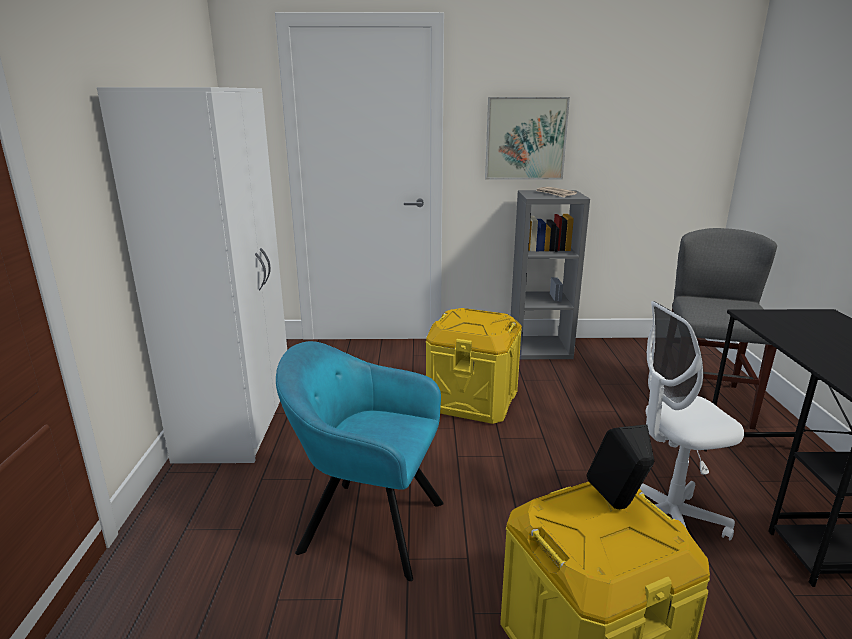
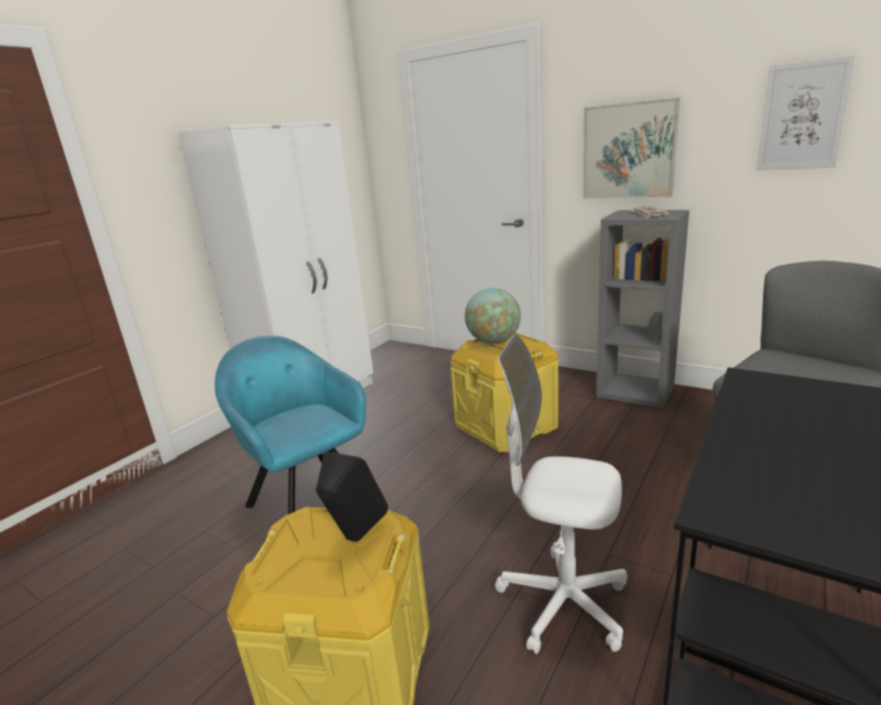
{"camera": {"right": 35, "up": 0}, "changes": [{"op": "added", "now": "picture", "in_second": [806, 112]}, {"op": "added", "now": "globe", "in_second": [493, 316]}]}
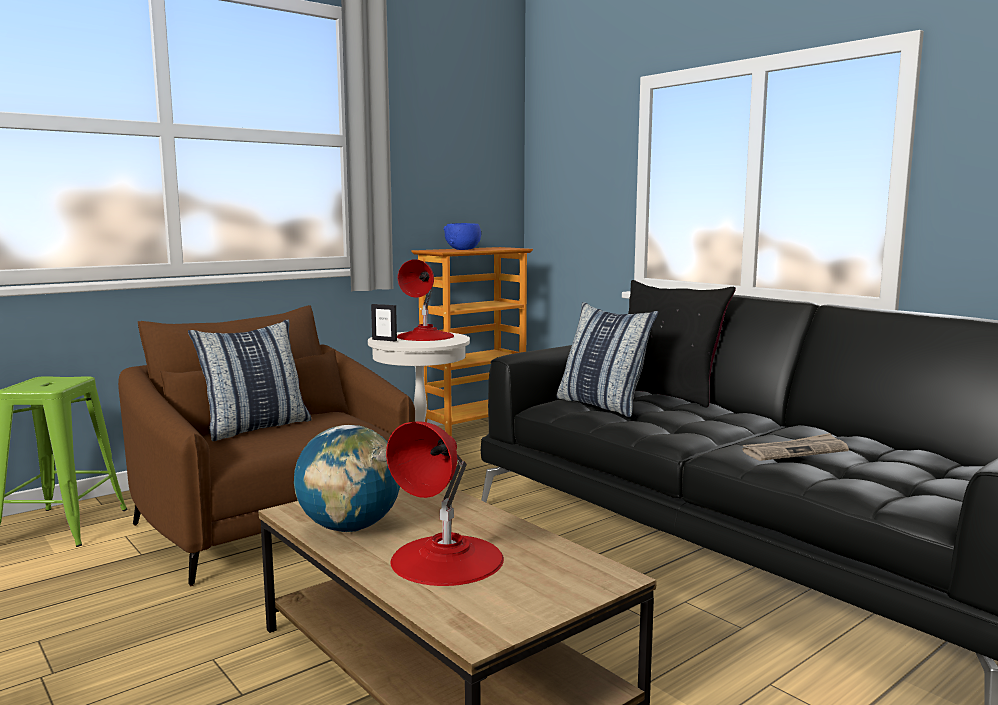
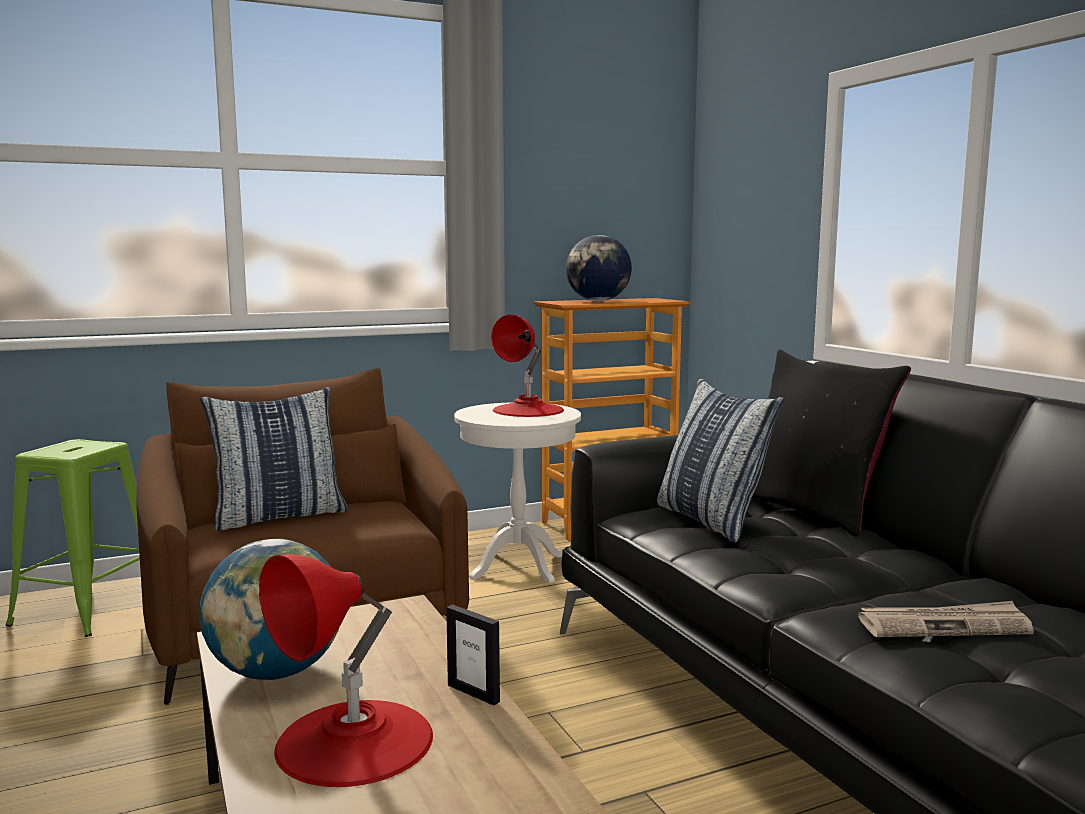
{"camera": {"right": 15, "up": 0}, "changes": [{"op": "replaced", "was": "blue bowl", "now": "globe", "in_first": [462, 236], "in_second": [599, 268]}, {"op": "moved", "was": "picture frame", "in_first": [384, 322], "in_second": [473, 655]}]}
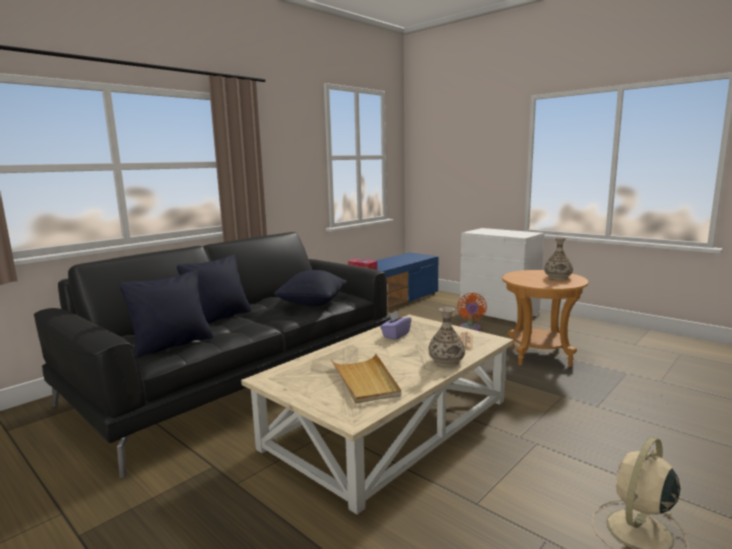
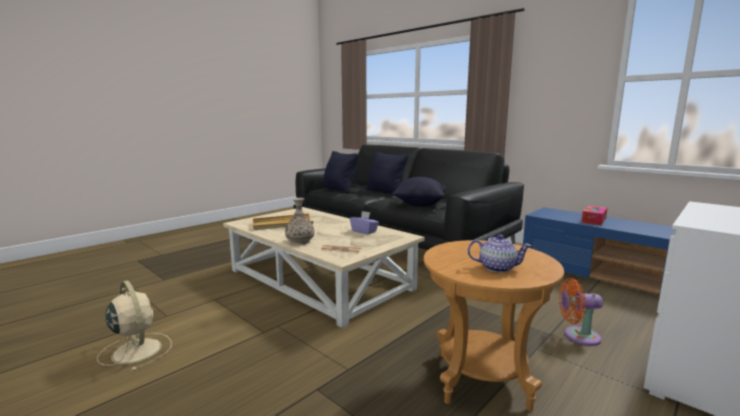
{"camera": {"right": 90, "up": 0}, "changes": [{"op": "replaced", "was": "vase", "now": "teapot", "in_first": [558, 258], "in_second": [499, 253]}]}
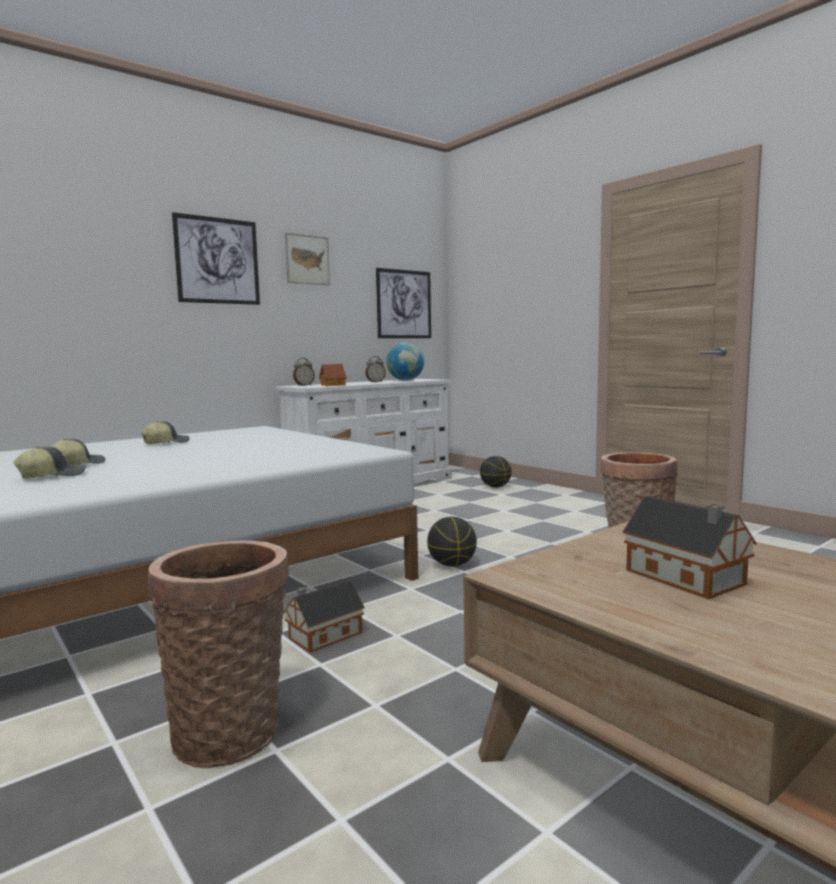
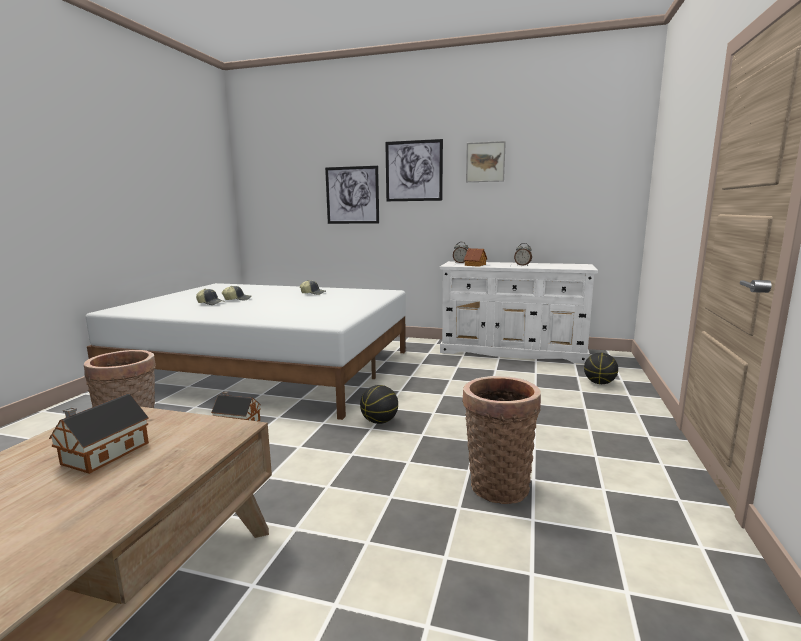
{"camera": {"right": 55, "up": 5}, "changes": [{"op": "moved", "was": "picture", "in_first": [403, 303], "in_second": [352, 195]}, {"op": "removed", "was": "globe", "in_first": [405, 362]}]}
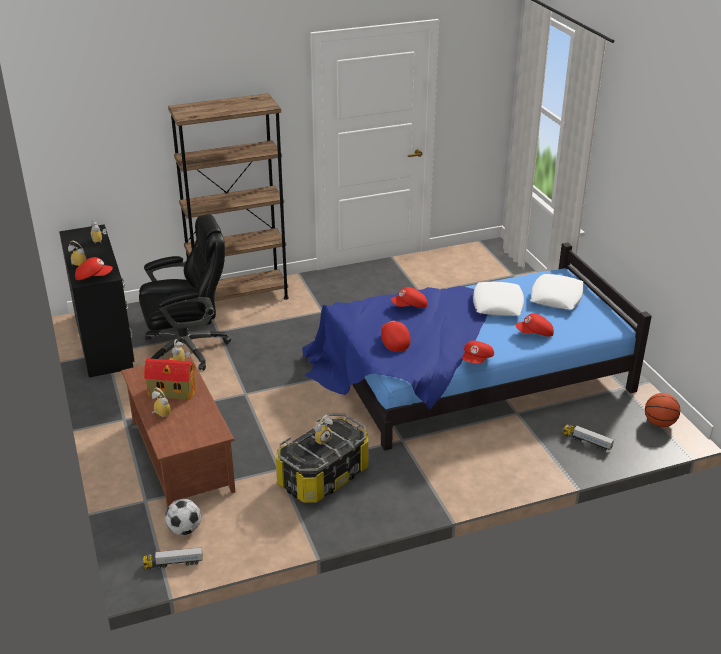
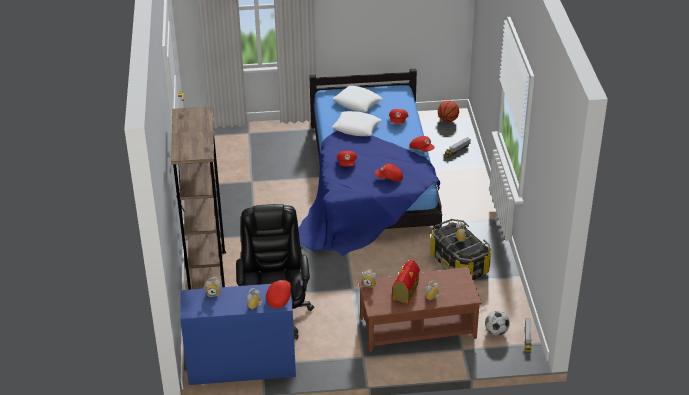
{"camera": {"right": -75, "up": 5}, "changes": [{"op": "recoloured", "was": "black desk", "now": "blue desk", "in_first": [97, 300], "in_second": [238, 333]}]}
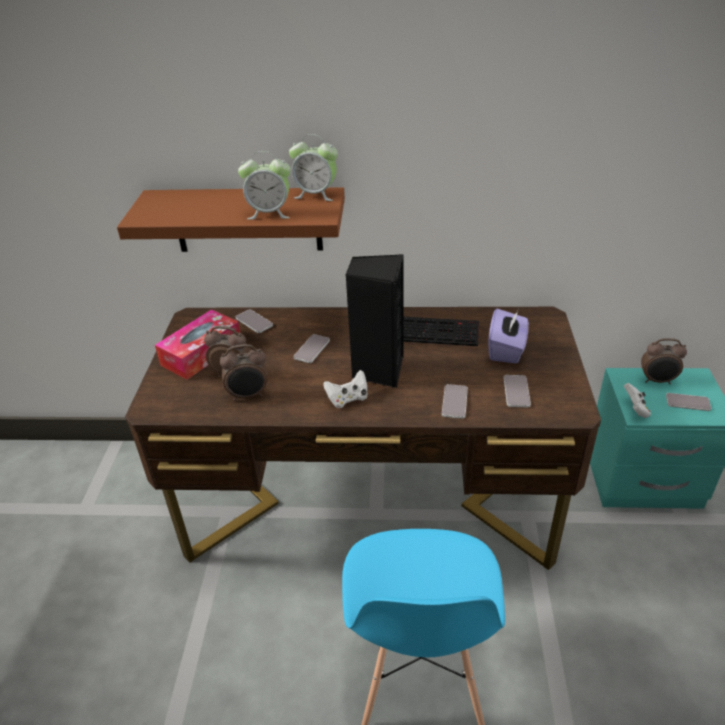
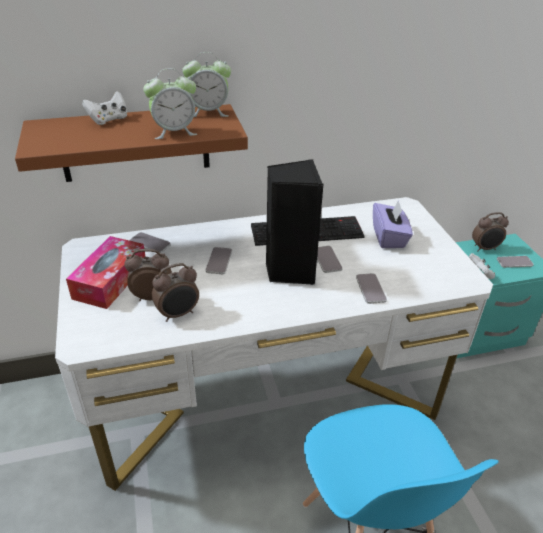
{"camera": {"right": -20, "up": 0}, "changes": [{"op": "recoloured", "was": "brown desk", "now": "white desk", "in_first": [363, 438], "in_second": [274, 344]}, {"op": "moved", "was": "white game controller", "in_first": [345, 389], "in_second": [105, 108]}, {"op": "moved", "was": "phone", "in_first": [517, 391], "in_second": [329, 259]}]}
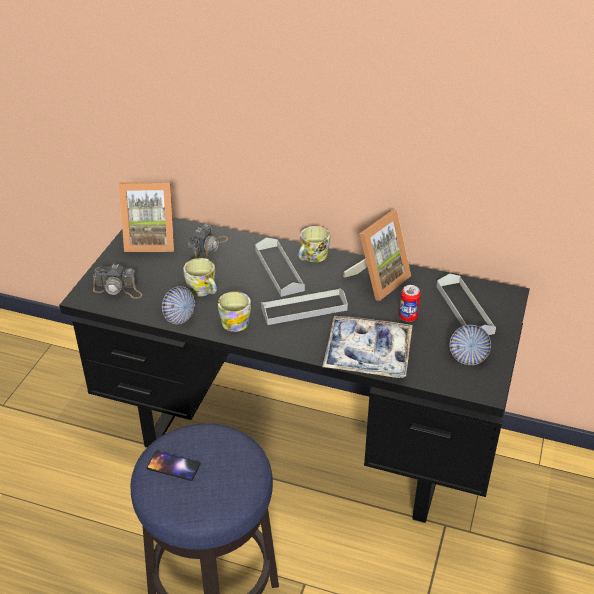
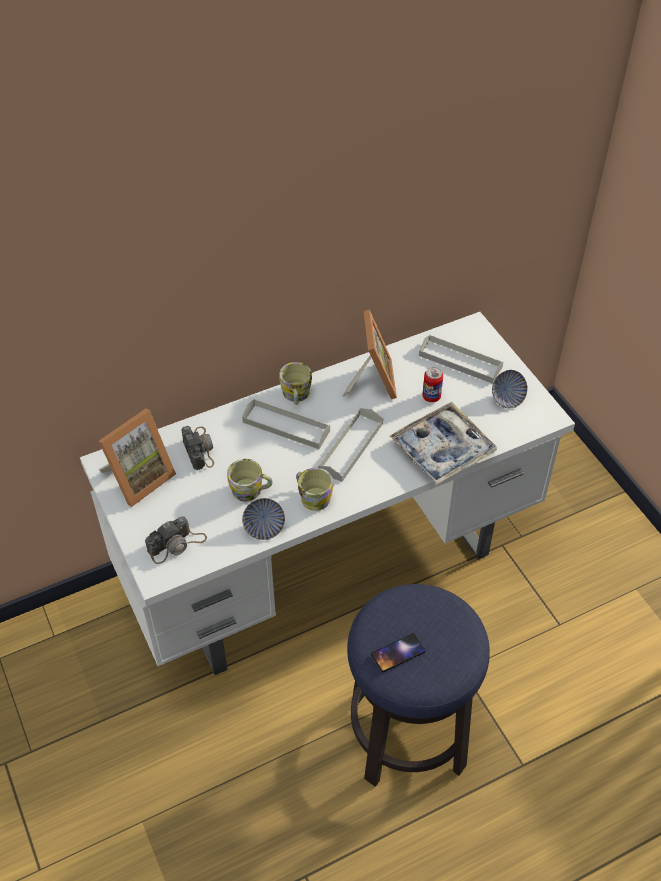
{"camera": {"right": -45, "up": 10}, "changes": [{"op": "recoloured", "was": "black desk", "now": "white desk", "in_first": [294, 370], "in_second": [327, 493]}]}
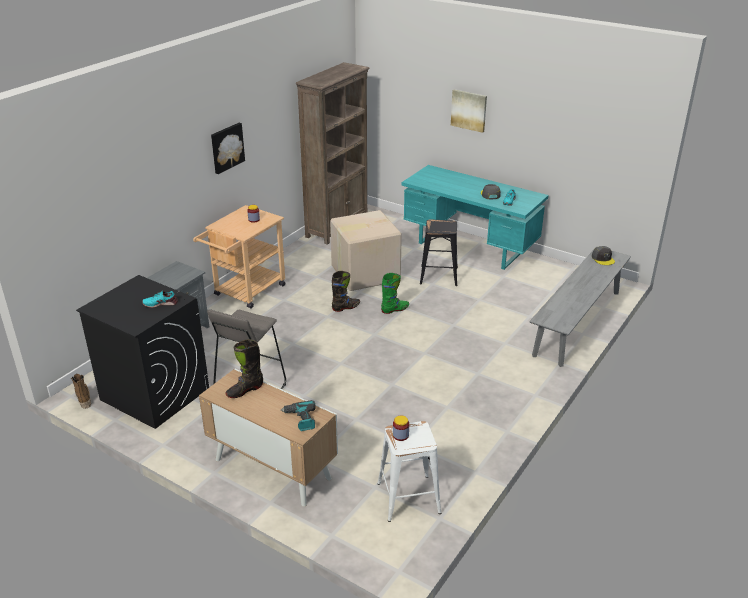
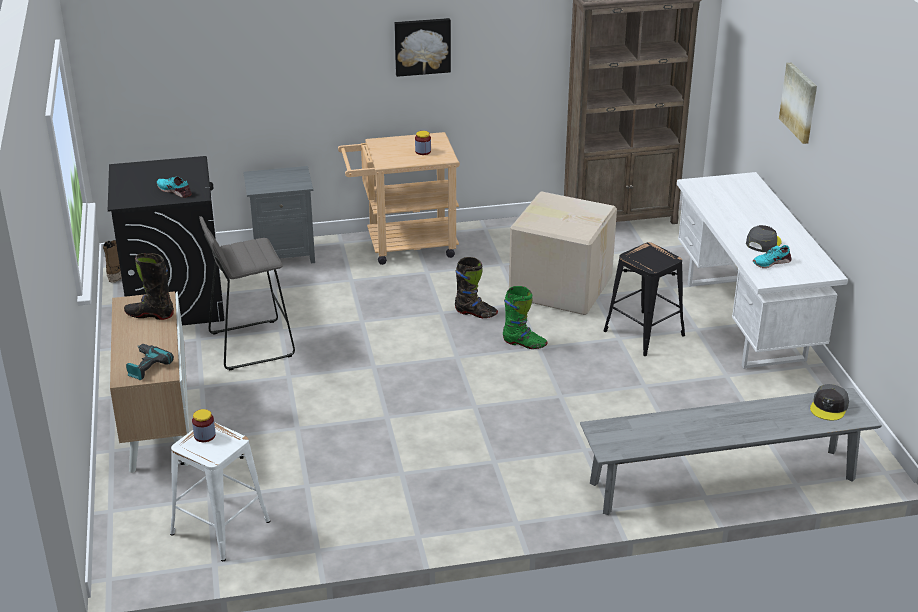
{"camera": {"right": 45, "up": 0}, "changes": [{"op": "recoloured", "was": "turquoise desk", "now": "white desk", "in_first": [475, 217], "in_second": [762, 270]}]}
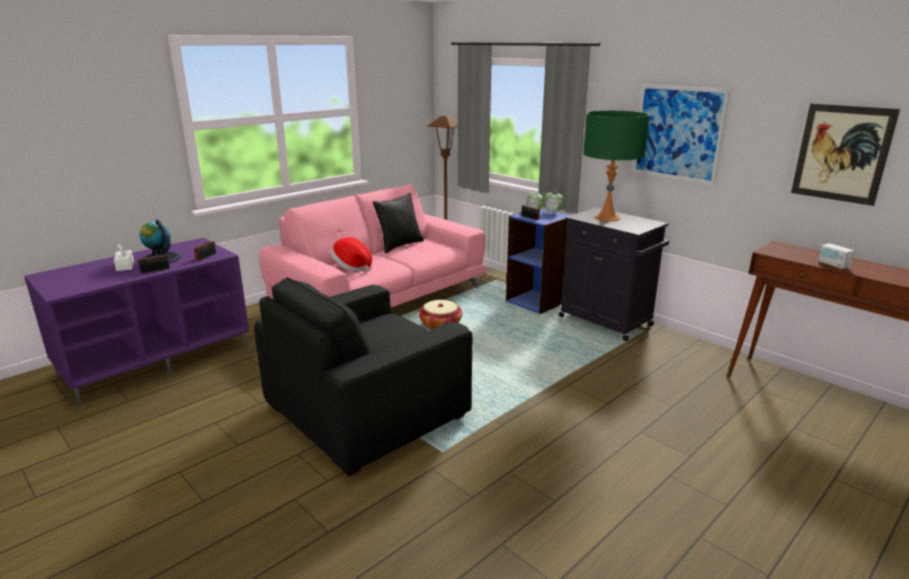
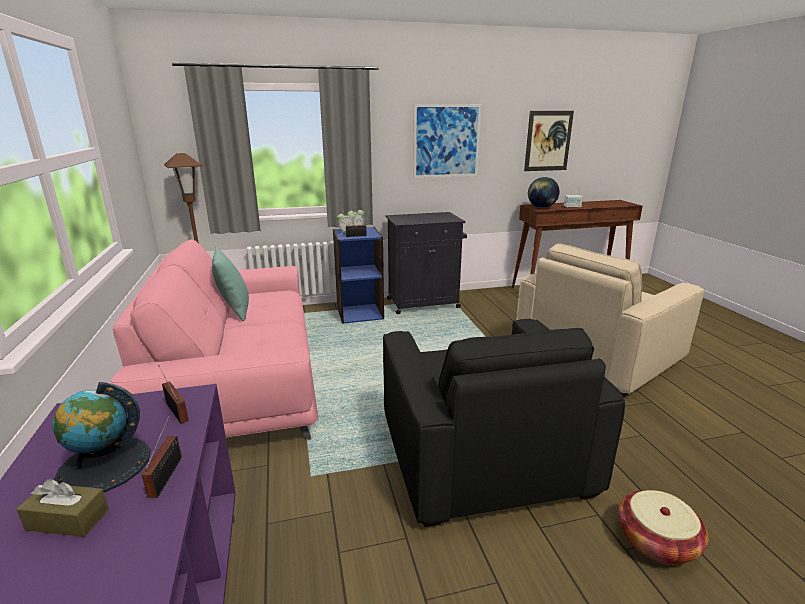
{"camera": {"right": -60, "up": 0}, "changes": [{"op": "removed", "was": "green table lamp", "in_first": [616, 166]}, {"op": "recoloured", "was": "black pillow", "now": "turquoise pillow", "in_first": [398, 223], "in_second": [230, 283]}, {"op": "removed", "was": "hat", "in_first": [351, 254]}, {"op": "recoloured", "was": "white tissue box", "now": "brown tissue box", "in_first": [124, 257], "in_second": [62, 507]}, {"op": "moved", "was": "basket", "in_first": [440, 315], "in_second": [663, 527]}, {"op": "added", "now": "globe", "in_second": [544, 192]}, {"op": "added", "now": "beige armchair", "in_second": [610, 320]}]}
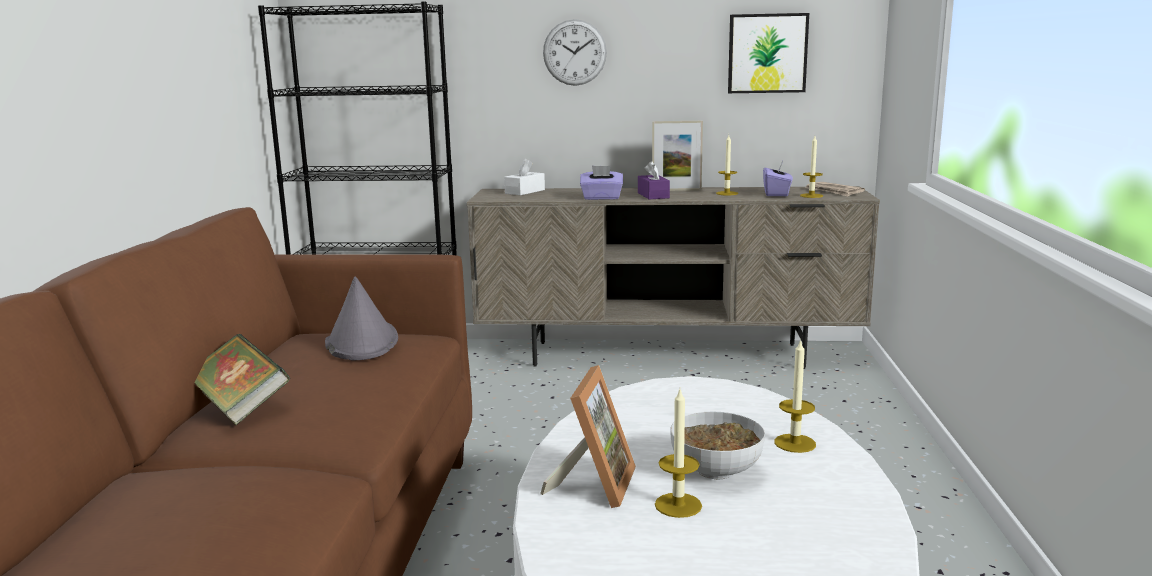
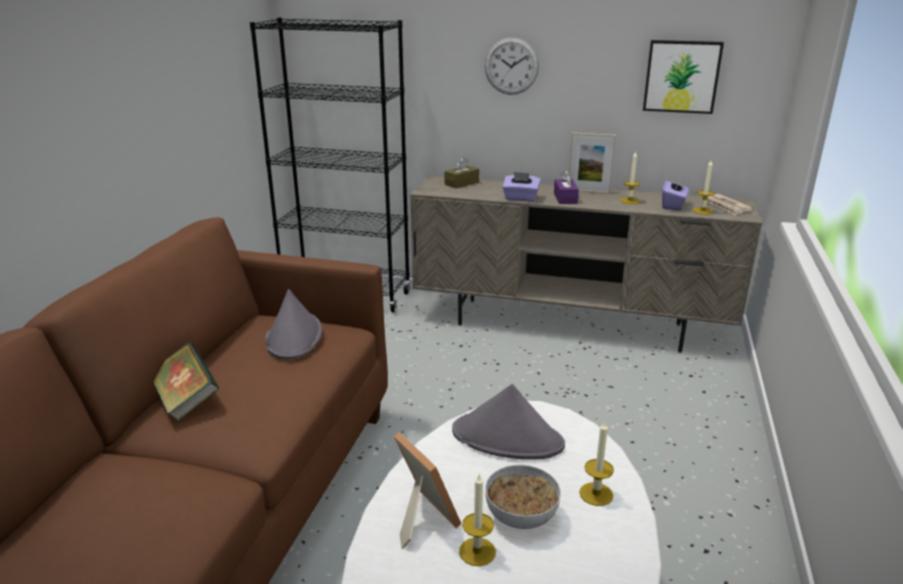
{"camera": {"right": 10, "up": 10}, "changes": [{"op": "recoloured", "was": "white tissue box", "now": "brown tissue box", "in_first": [524, 177], "in_second": [462, 172]}, {"op": "turned", "was": "picture frame", "in_first": [588, 436], "in_second": [427, 490], "clockwise": -60}, {"op": "added", "now": "grey hat", "in_second": [508, 422]}]}
